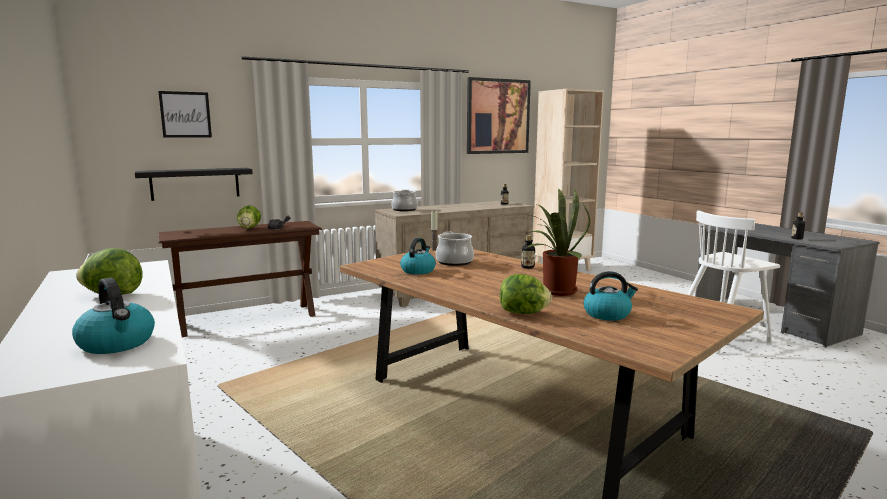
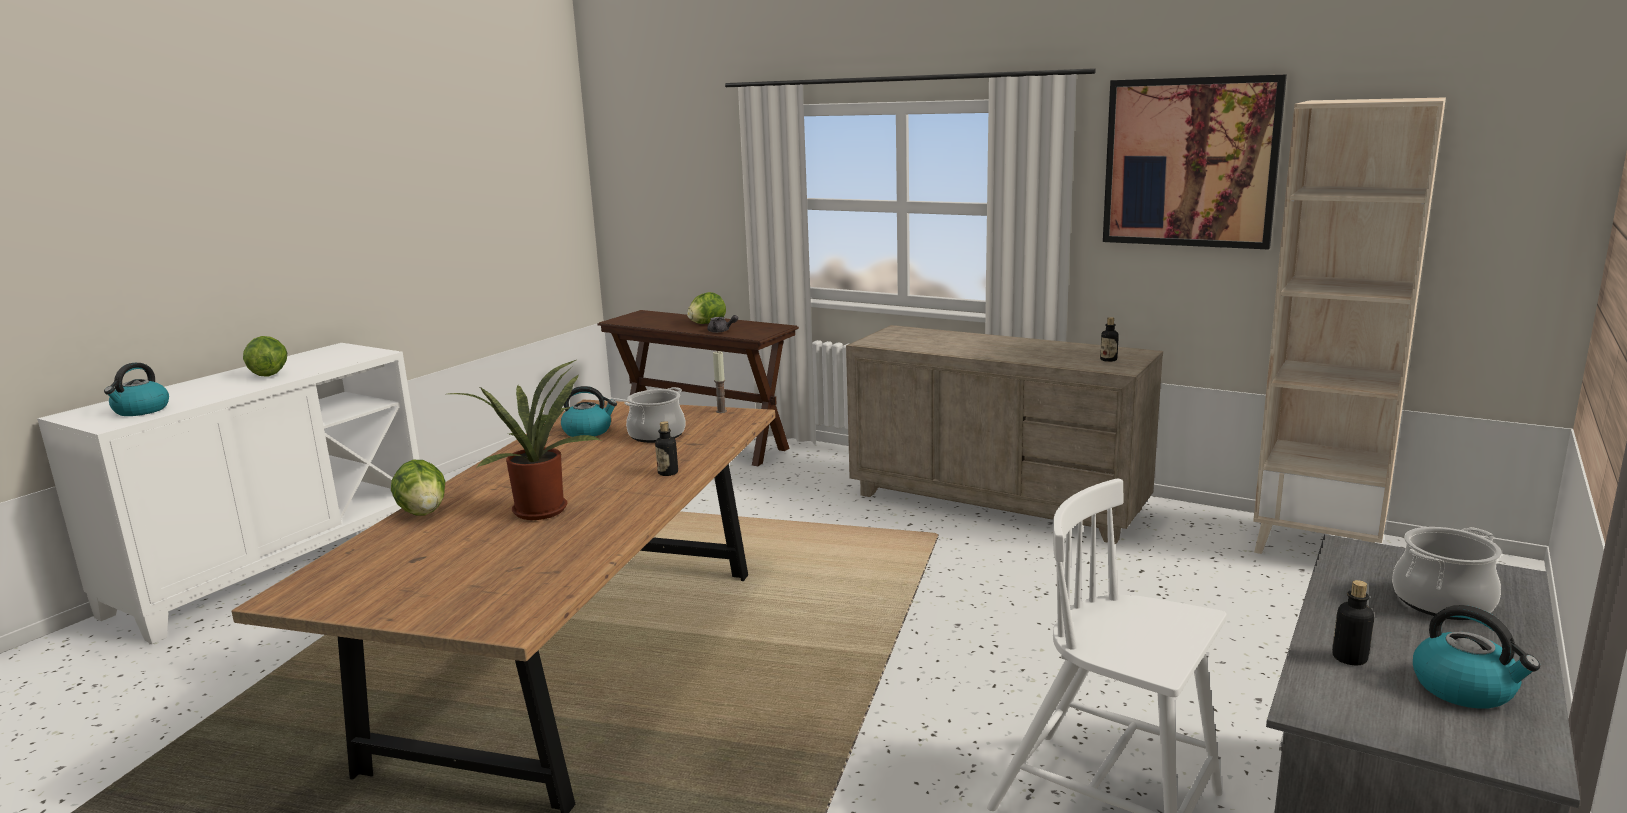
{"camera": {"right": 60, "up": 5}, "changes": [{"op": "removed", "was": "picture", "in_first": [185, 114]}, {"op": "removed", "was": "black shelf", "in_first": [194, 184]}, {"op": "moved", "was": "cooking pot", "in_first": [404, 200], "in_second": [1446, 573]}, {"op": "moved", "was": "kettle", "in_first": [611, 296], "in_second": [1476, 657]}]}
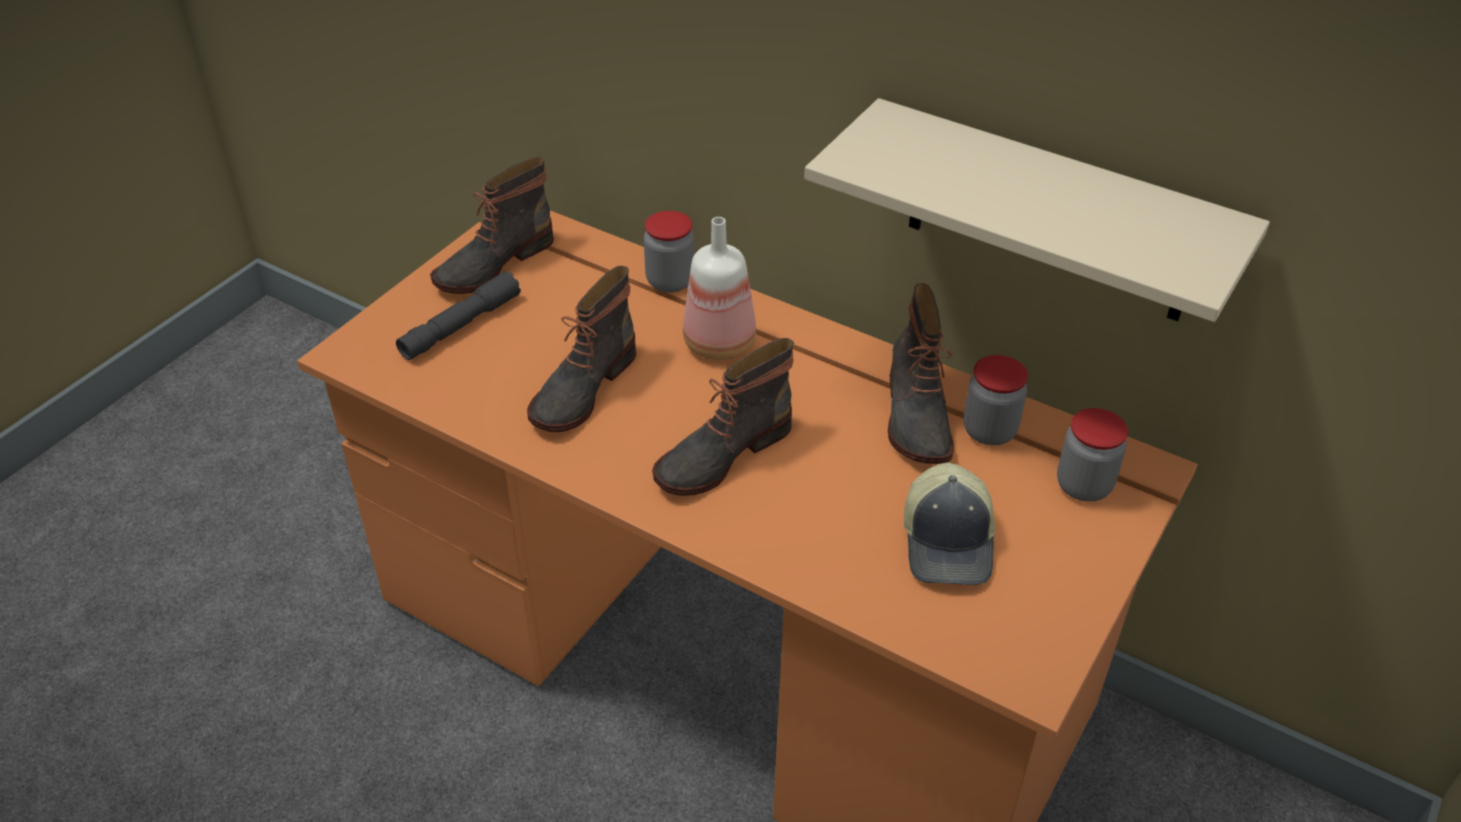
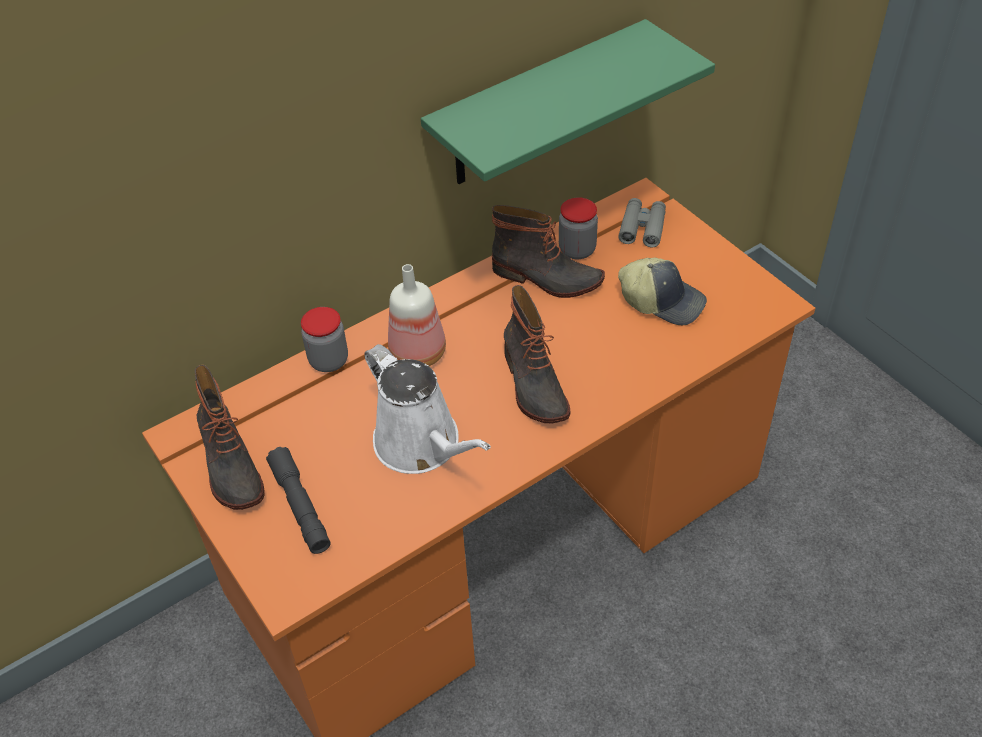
{"camera": {"right": -65, "up": 5}, "changes": [{"op": "recoloured", "was": "beige shelf", "now": "green shelf", "in_first": [1037, 210], "in_second": [568, 101]}, {"op": "replaced", "was": "boot", "now": "white watering can", "in_first": [581, 349], "in_second": [427, 409]}, {"op": "replaced", "was": "jar", "now": "grey binoculars", "in_first": [1092, 455], "in_second": [642, 222]}]}
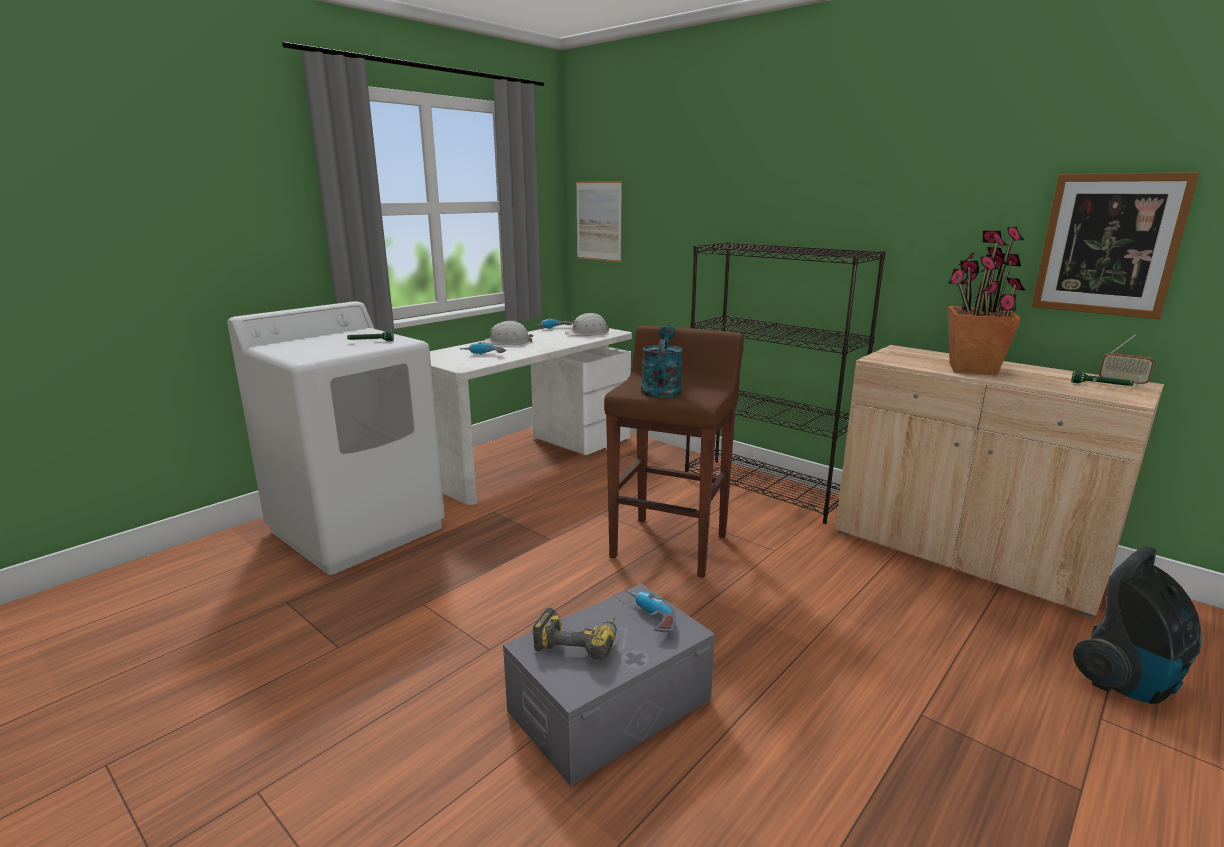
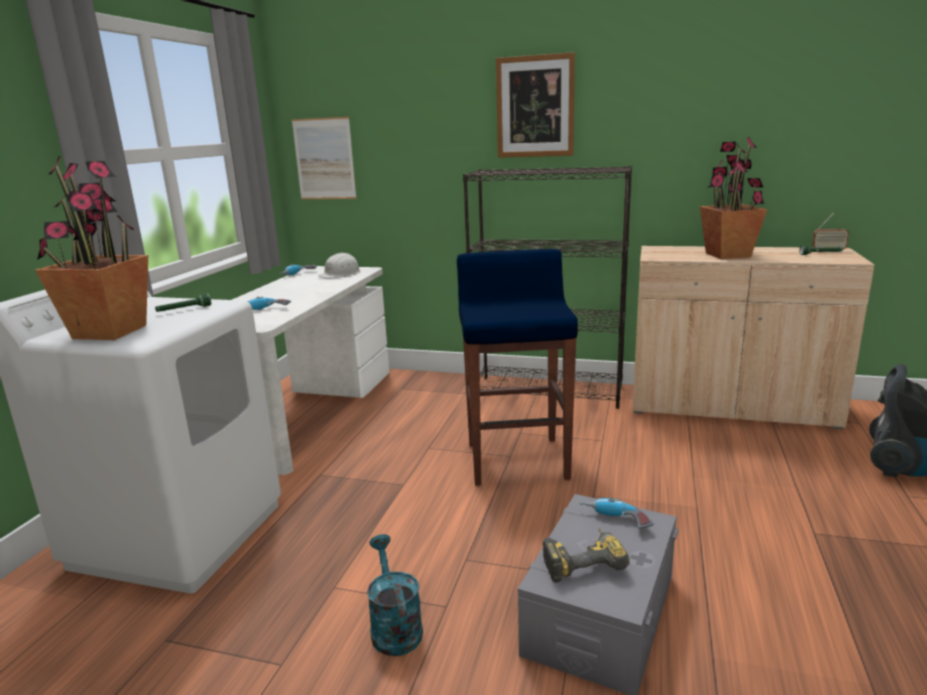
{"camera": {"right": -25, "up": 0}, "changes": [{"op": "moved", "was": "picture", "in_first": [1115, 245], "in_second": [535, 105]}, {"op": "removed", "was": "white hard hat", "in_first": [508, 333]}, {"op": "moved", "was": "turquoise watering can", "in_first": [662, 361], "in_second": [395, 595]}, {"op": "recoloured", "was": "brown stool", "now": "blue stool", "in_first": [674, 452], "in_second": [517, 367]}, {"op": "added", "now": "potted plant", "in_second": [91, 248]}]}
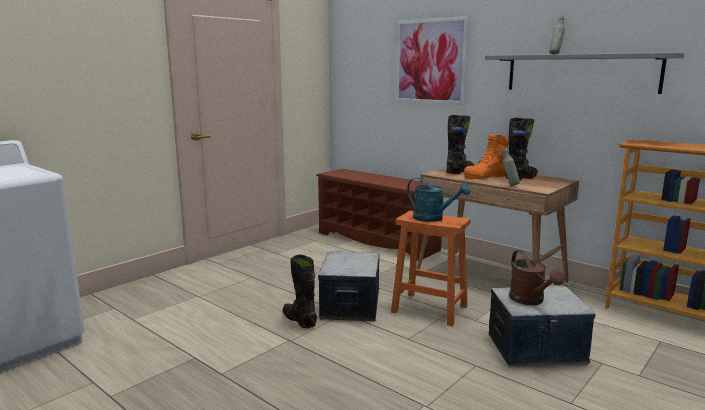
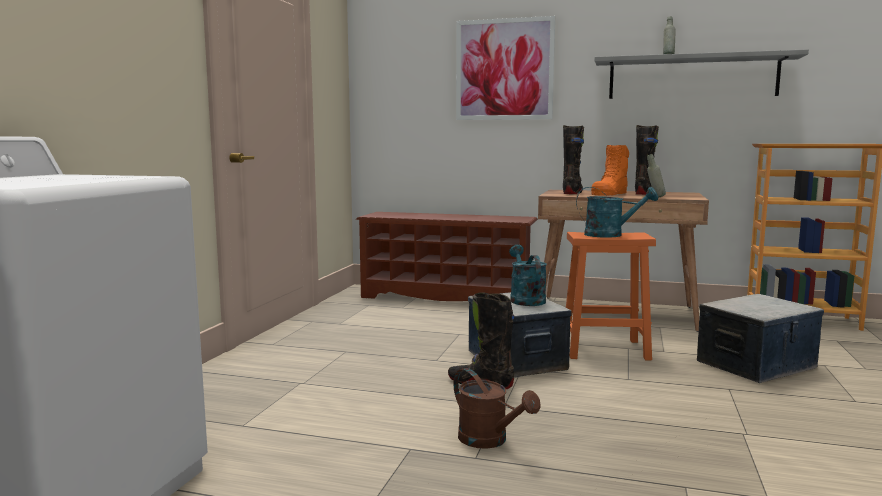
{"camera": {"right": -25, "up": -5}, "changes": [{"op": "moved", "was": "brown watering can", "in_first": [536, 277], "in_second": [497, 408]}, {"op": "added", "now": "turquoise watering can", "in_second": [528, 275]}]}
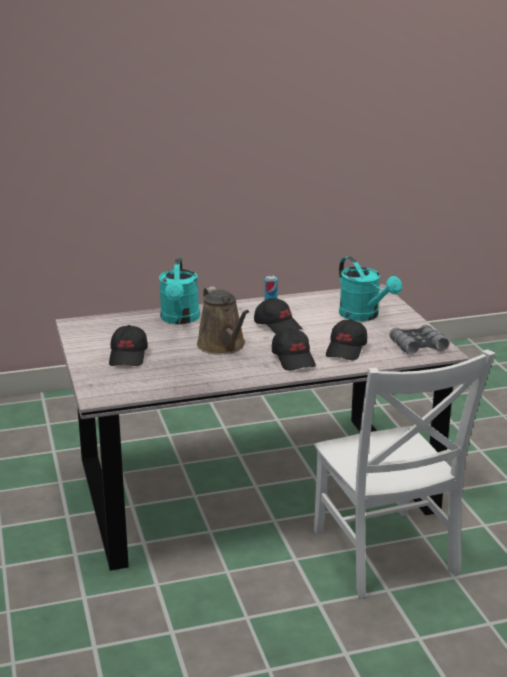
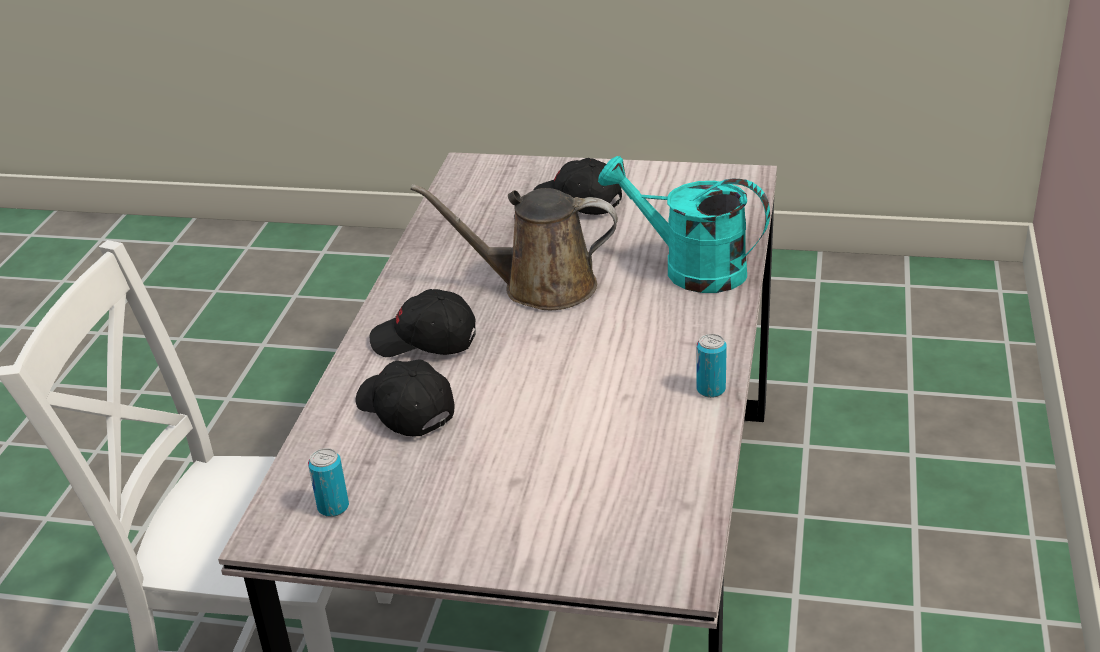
{"camera": {"right": 120, "up": 10}, "changes": [{"op": "removed", "was": "turquoise watering can", "in_first": [370, 288]}, {"op": "removed", "was": "black cap", "in_first": [278, 316]}, {"op": "replaced", "was": "grey binoculars", "now": "can", "in_first": [419, 339], "in_second": [328, 482]}]}
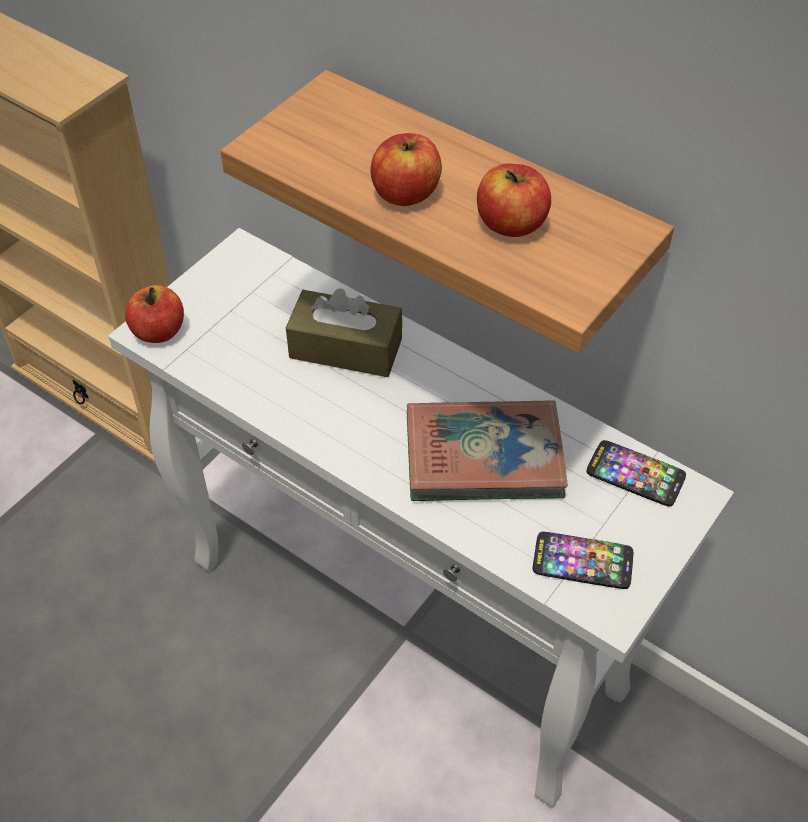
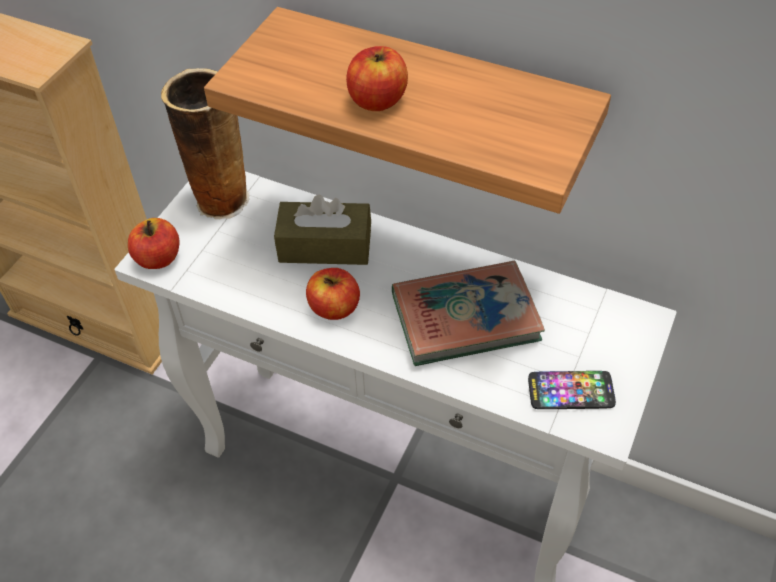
{"camera": {"right": -10, "up": 0}, "changes": [{"op": "moved", "was": "apple", "in_first": [514, 200], "in_second": [333, 294]}, {"op": "removed", "was": "phone", "in_first": [636, 473]}, {"op": "added", "now": "vase", "in_second": [205, 144]}]}
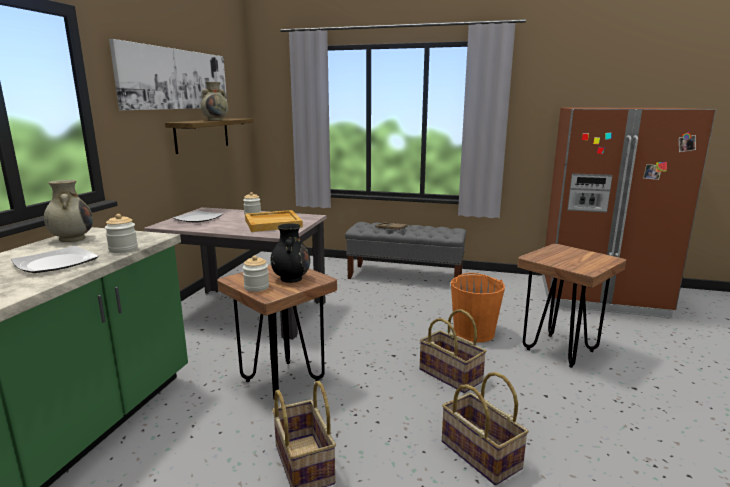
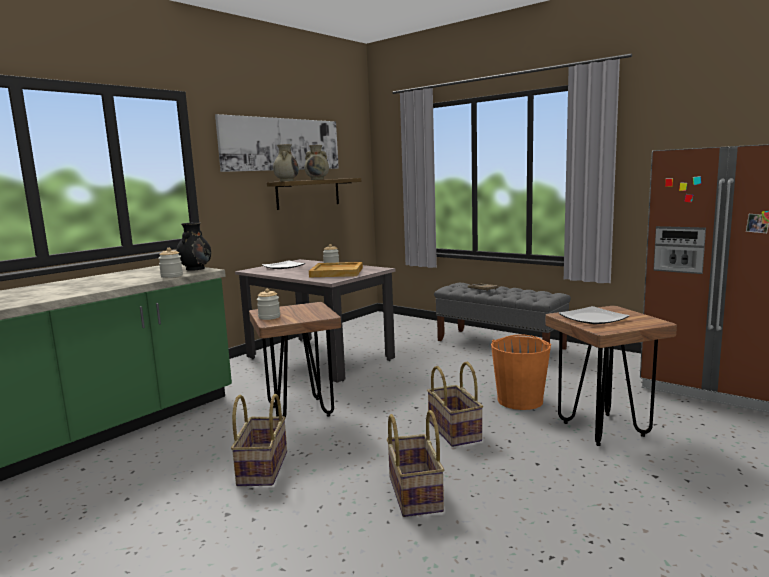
{"camera": {"right": 25, "up": -5}, "changes": [{"op": "moved", "was": "beige vase", "in_first": [68, 211], "in_second": [286, 162]}, {"op": "moved", "was": "black vase", "in_first": [290, 253], "in_second": [193, 246]}, {"op": "moved", "was": "plate", "in_first": [55, 259], "in_second": [594, 315]}]}
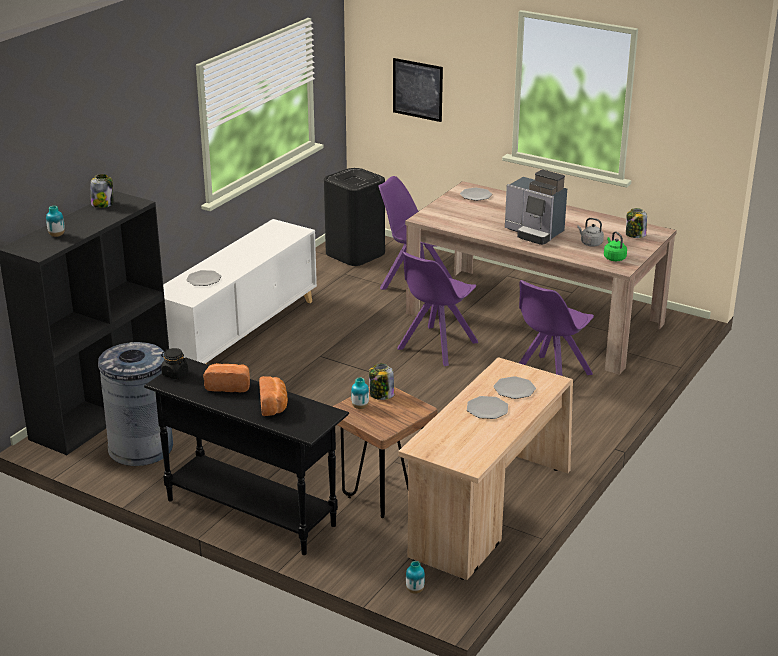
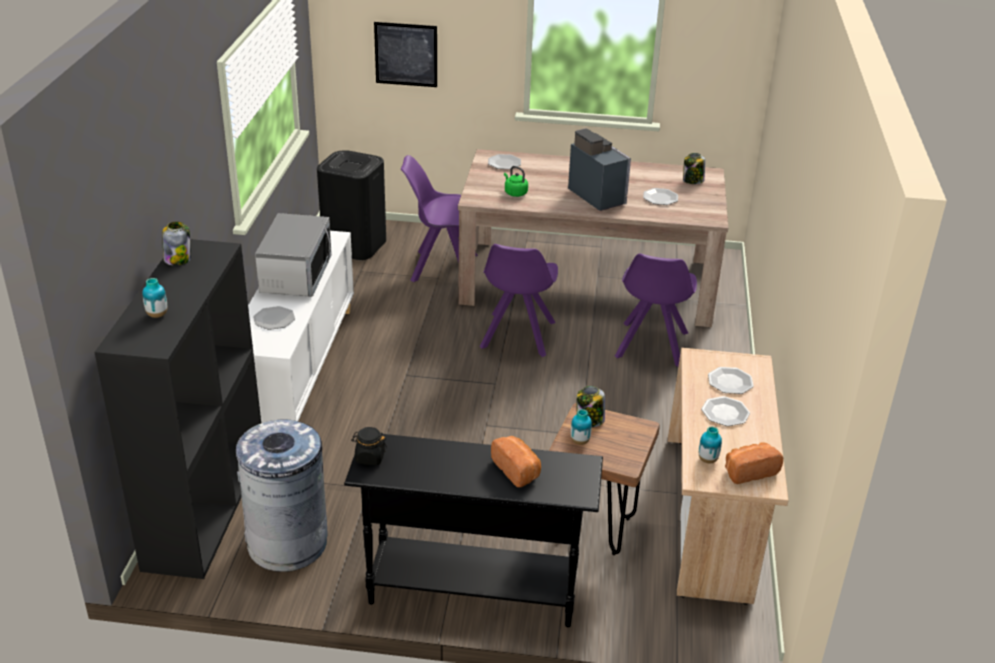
{"camera": {"right": -25, "up": 5}, "changes": [{"op": "turned", "was": "coffee machine", "in_first": [536, 207], "in_second": [599, 169], "clockwise": -135}, {"op": "replaced", "was": "grey kettle", "now": "plate", "in_first": [590, 232], "in_second": [660, 196]}, {"op": "moved", "was": "green kettle", "in_first": [615, 246], "in_second": [516, 181]}, {"op": "moved", "was": "bread", "in_first": [227, 377], "in_second": [754, 463]}, {"op": "moved", "was": "vase", "in_first": [415, 577], "in_second": [710, 444]}, {"op": "added", "now": "microwave", "in_second": [293, 255]}]}
